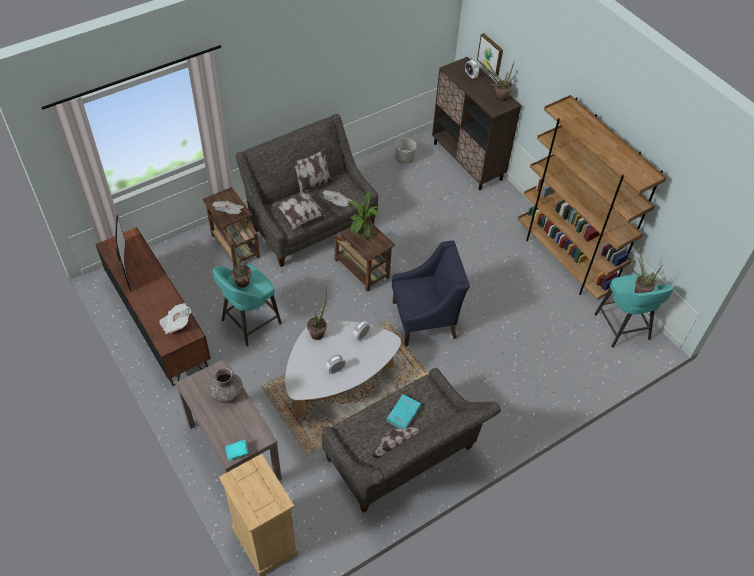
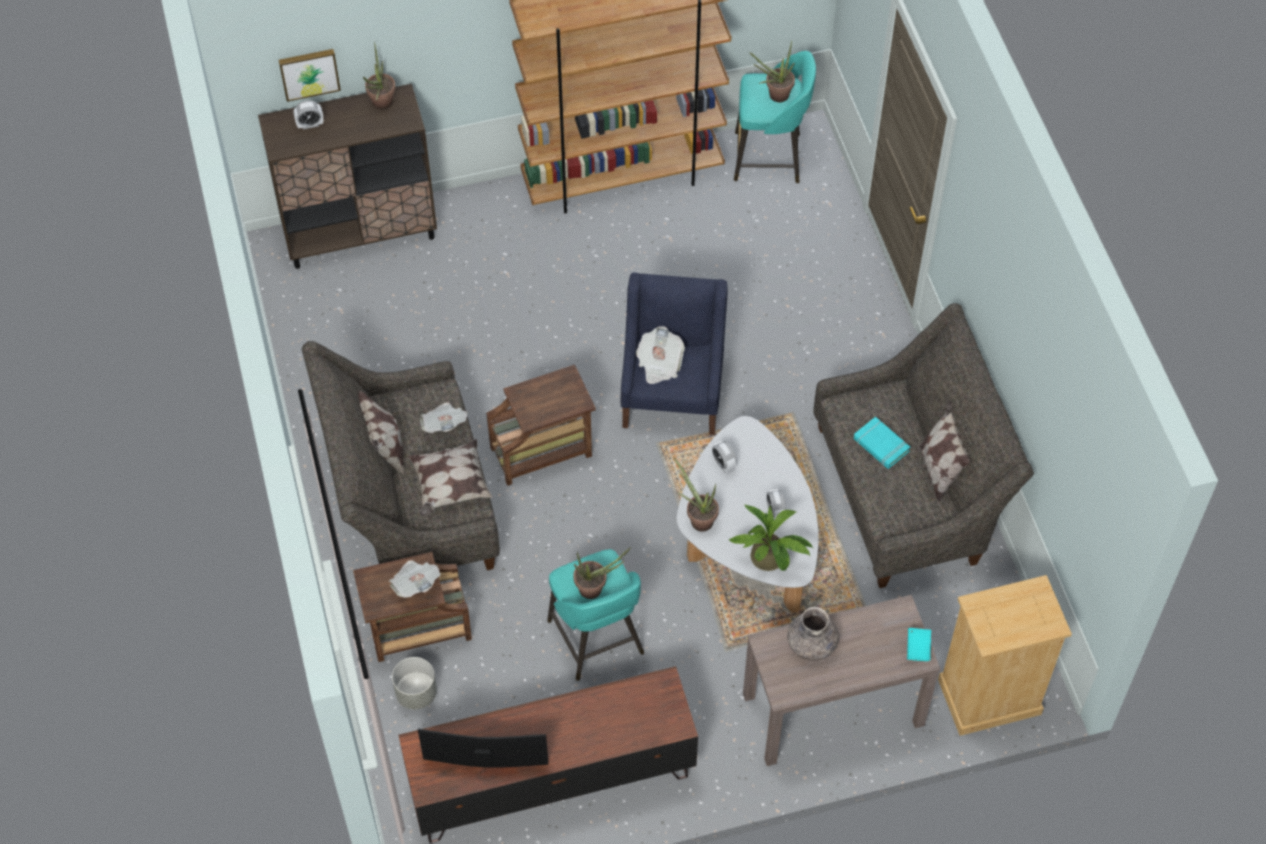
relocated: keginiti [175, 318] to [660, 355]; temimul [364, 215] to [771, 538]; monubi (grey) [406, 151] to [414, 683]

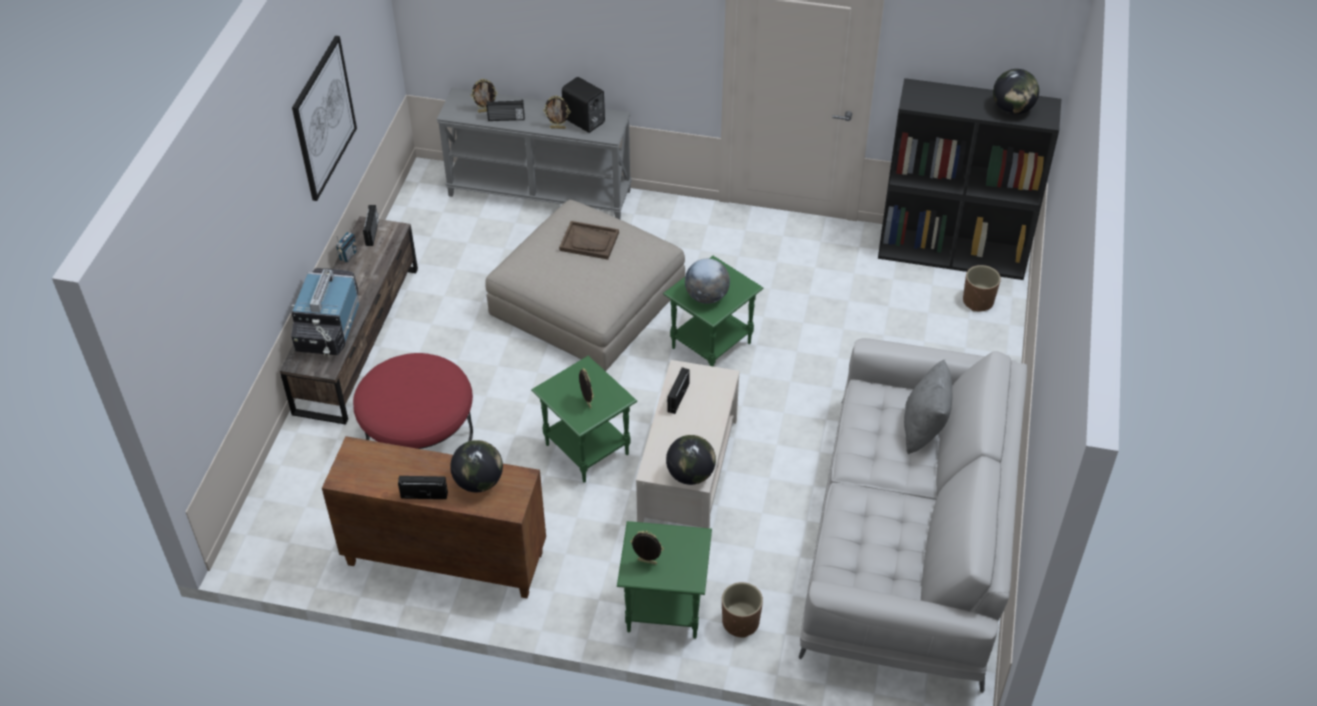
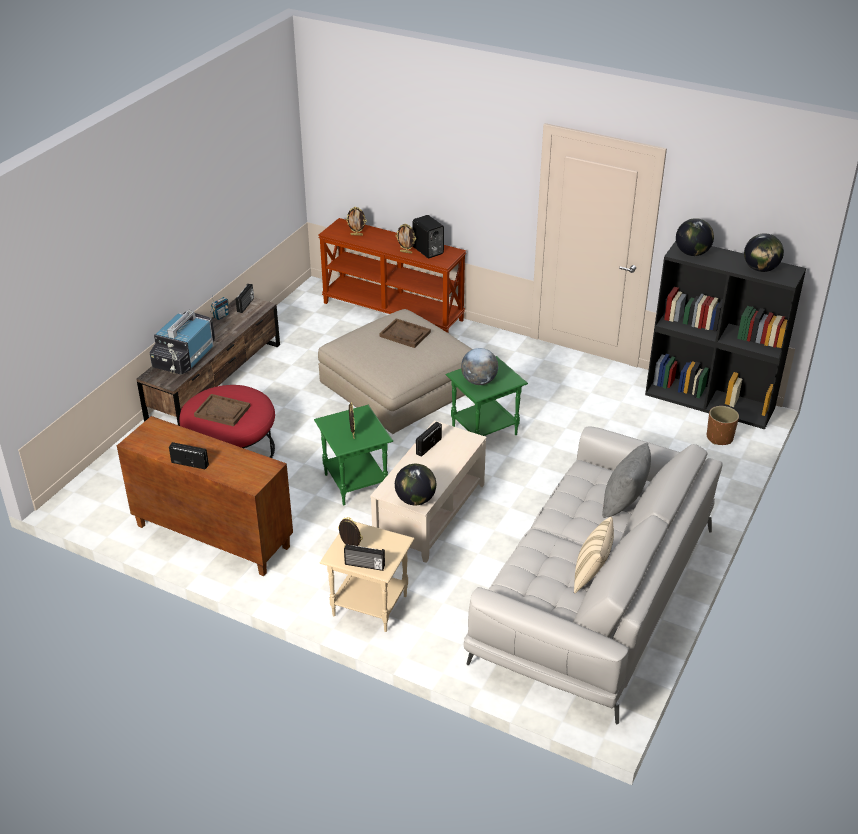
missing: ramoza [324, 118]; monubi (brown) [742, 610]
appeared: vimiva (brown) [222, 410]; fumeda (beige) [594, 555]
relocated: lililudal [476, 466] to [695, 237]; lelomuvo [505, 110] to [364, 557]
colour: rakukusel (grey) [534, 153] to rakukusel (brown) [392, 275]; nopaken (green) [664, 580] to nopaken (beige) [367, 576]

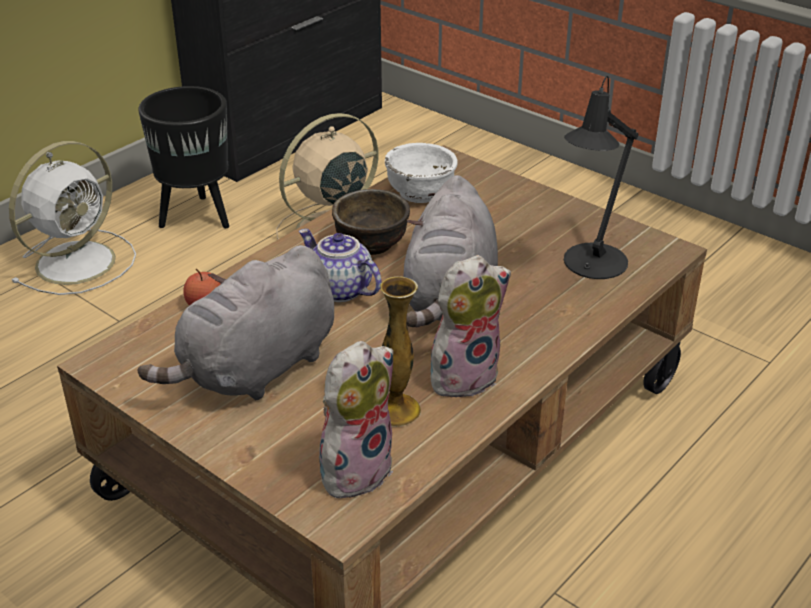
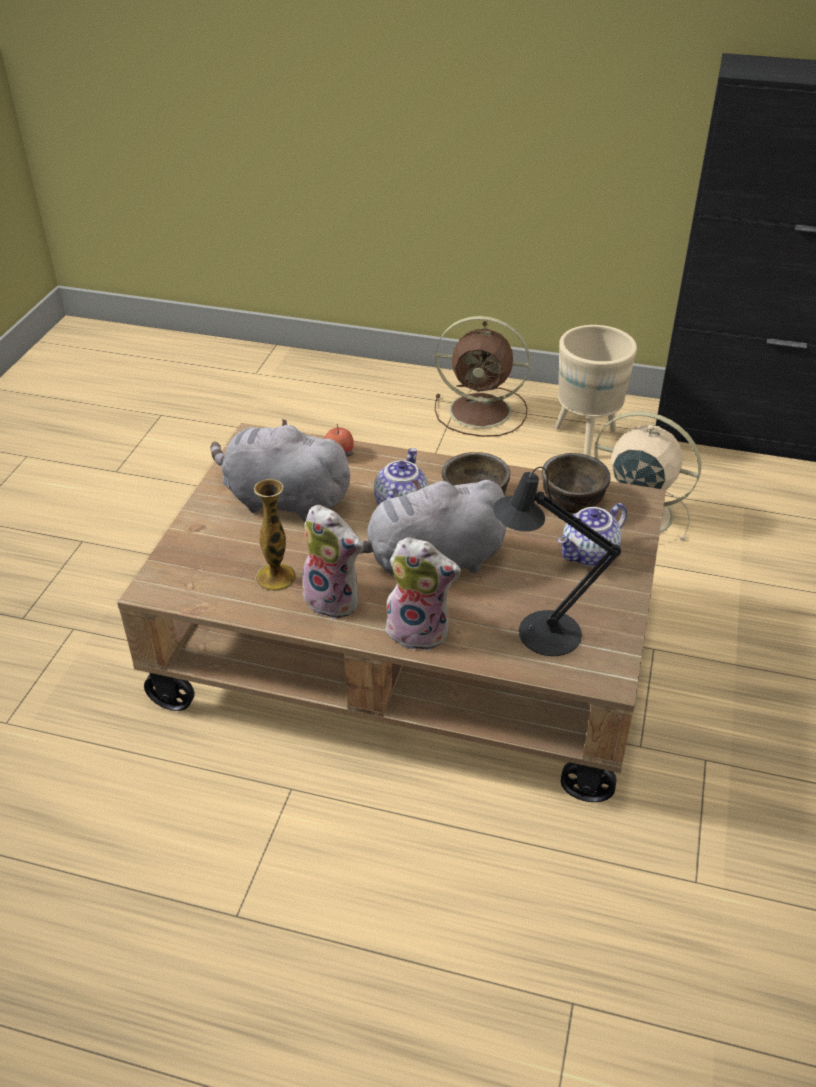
appeared: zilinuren [592, 534]
relocated: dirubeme [356, 419] to [423, 594]
colour: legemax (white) [72, 218] to legemax (brown) [482, 376]; monubi (black) [183, 157] to monubi (beige) [596, 390]; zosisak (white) [421, 173] to zosisak (brown) [576, 483]

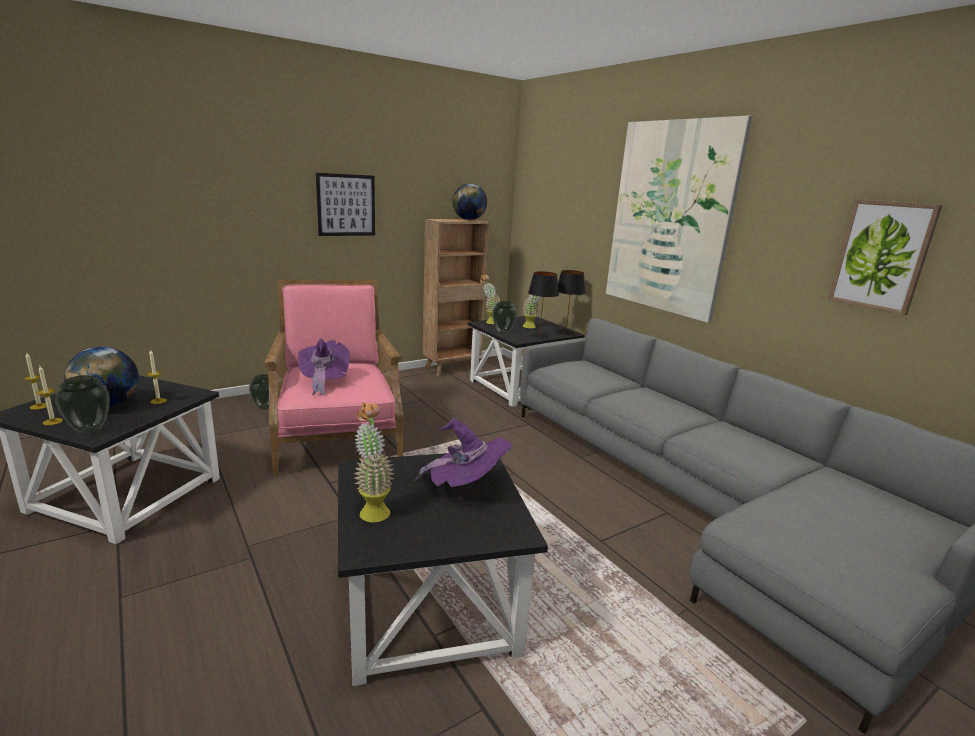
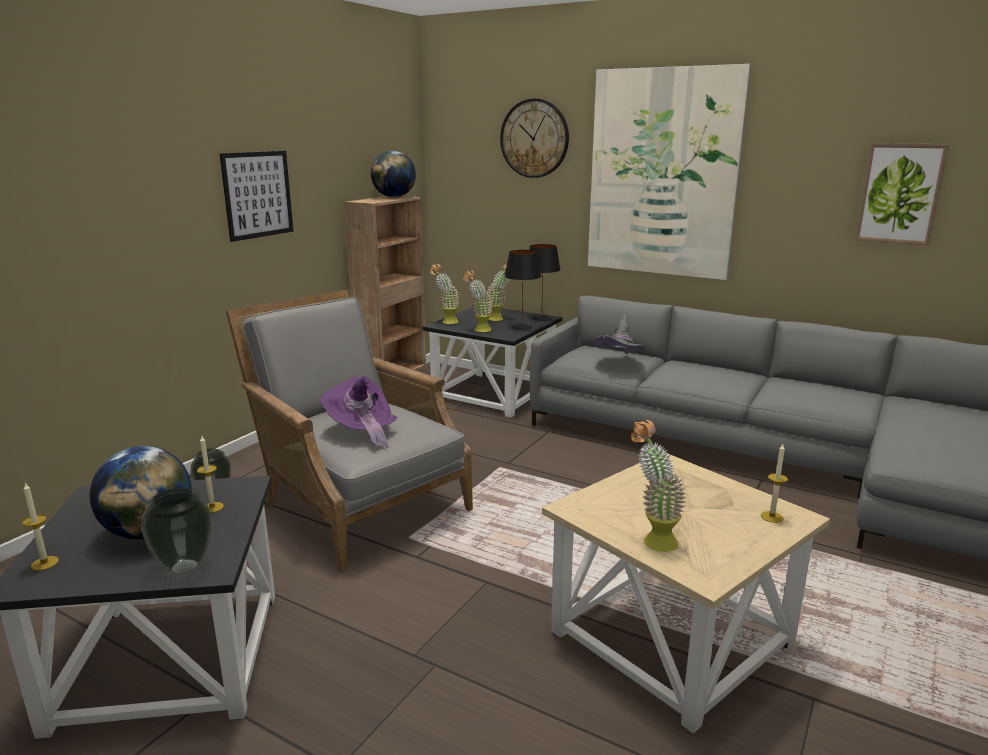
missing: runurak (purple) [463, 453]
appeared: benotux [534, 138]; runurak (grey) [619, 334]
relocated: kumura [50, 395] to [774, 483]
exchanged: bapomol [504, 317] to temimul [478, 301]
colour: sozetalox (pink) [333, 378] to sozetalox (grey) [349, 431]; nopaken (black) [443, 569] to nopaken (beige) [686, 593]

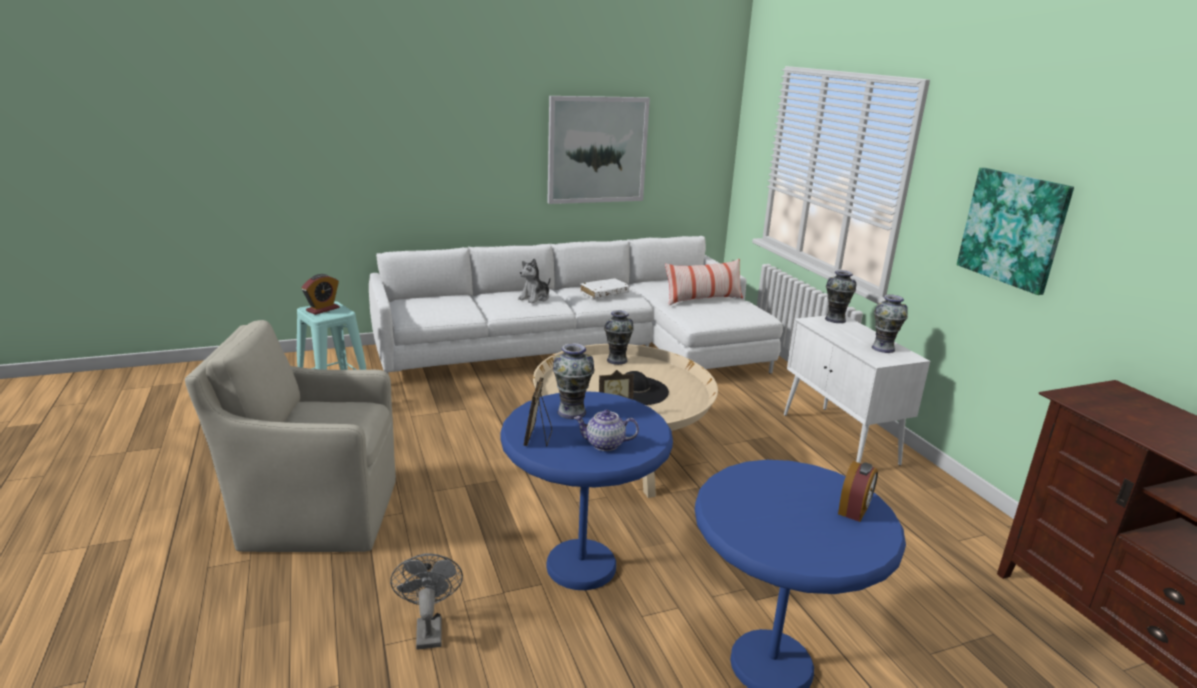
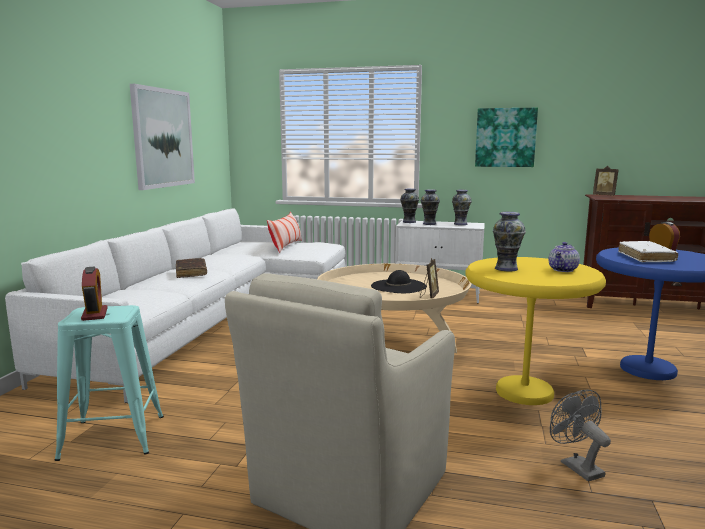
relocated: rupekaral [538, 412] to [606, 181]; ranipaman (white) [605, 288] to [648, 252]; bapomol [619, 337] to [430, 207]
exchanged: dirubeme [534, 281] to ranipaman (brown) [191, 268]
colour: nopaken (blue) [586, 490] to nopaken (yellow) [535, 331]
spun: legemax (grey) [426, 601] = [580, 435] 45 degrees clockwise

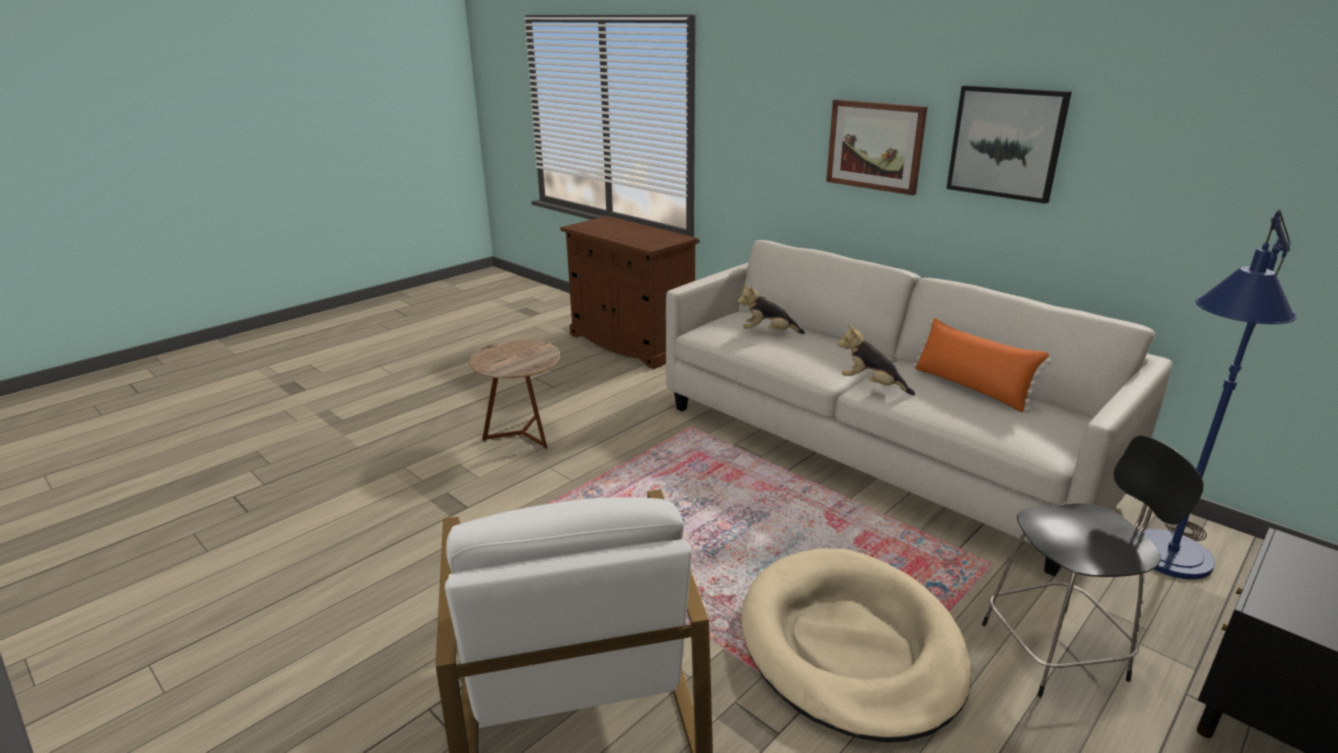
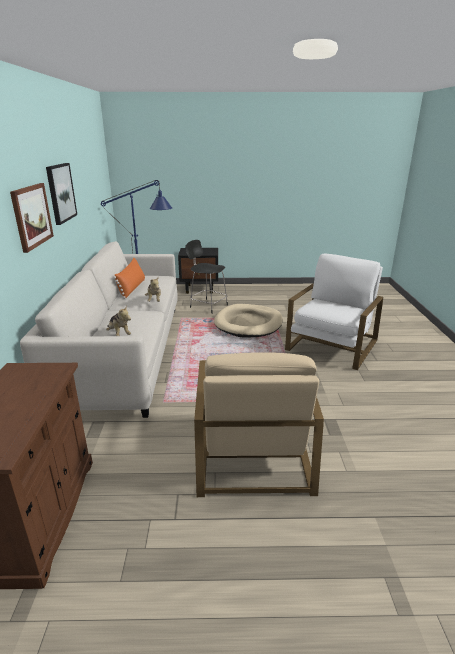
exchanged: nopaken (brown) [514, 394] to sozetalox (beige) [259, 424]

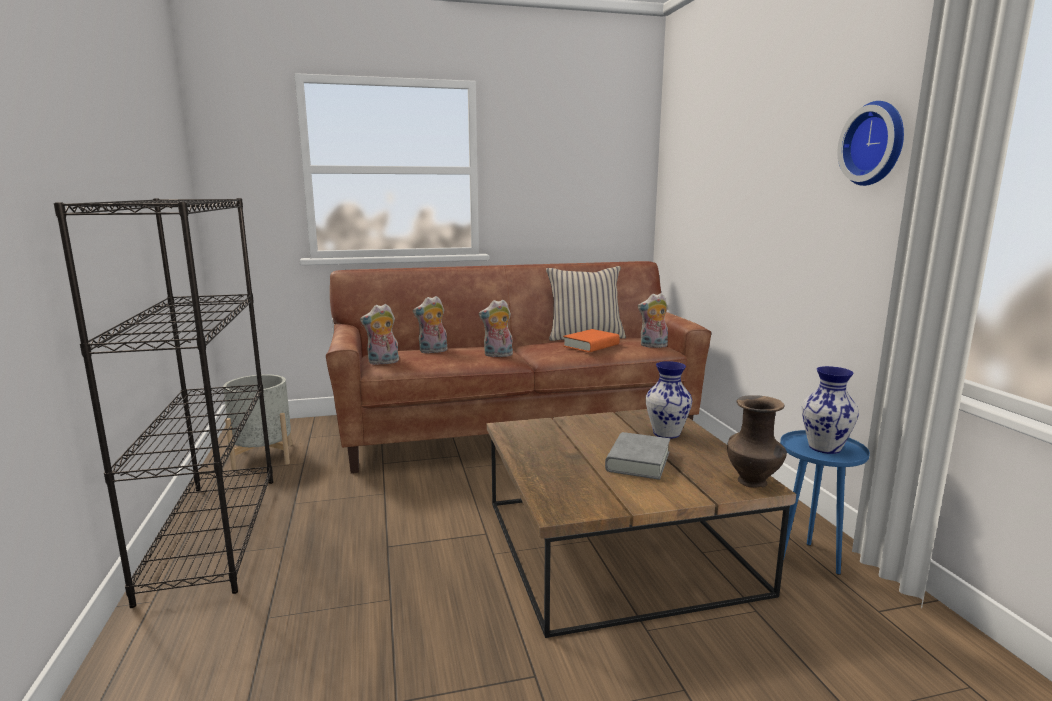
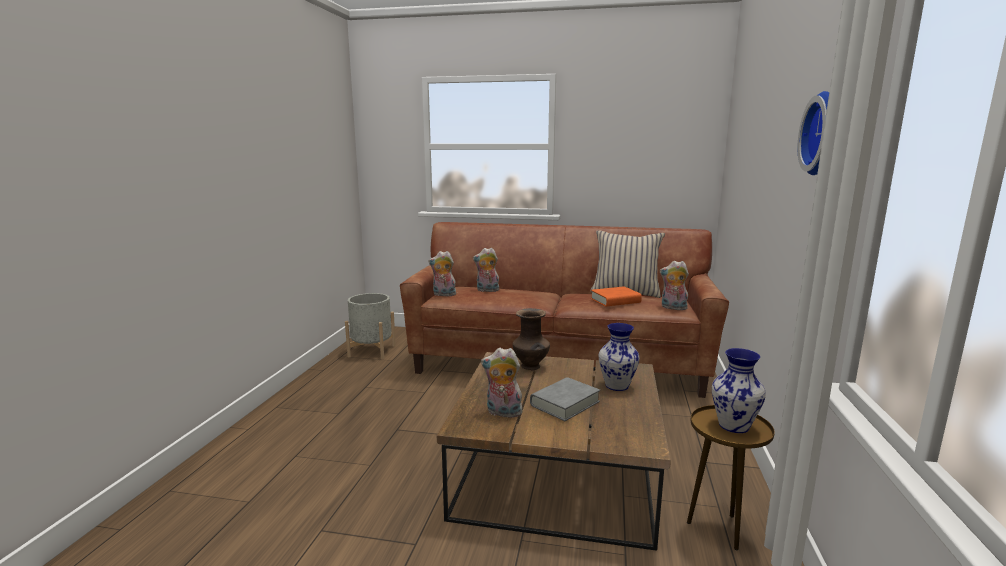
missing: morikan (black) [163, 403]
relocated: dirubeme [496, 328] to [502, 383]; bapomol (brown) [757, 441] to [531, 339]
colour: nopaken (blue) [825, 502] to nopaken (brown) [731, 477]

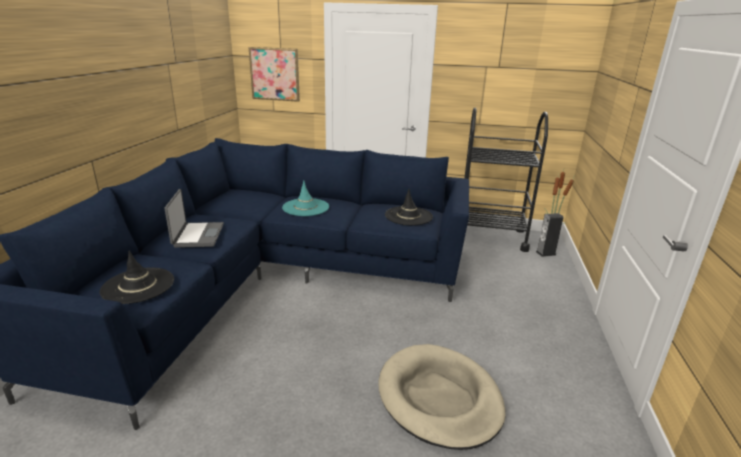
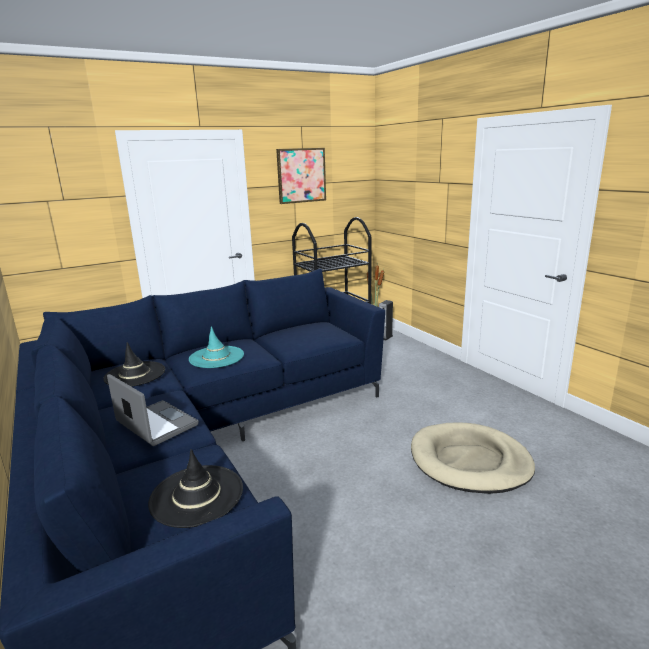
relocated: ramoza [274, 74] to [301, 176]; runurak (black) [409, 207] to [134, 364]

